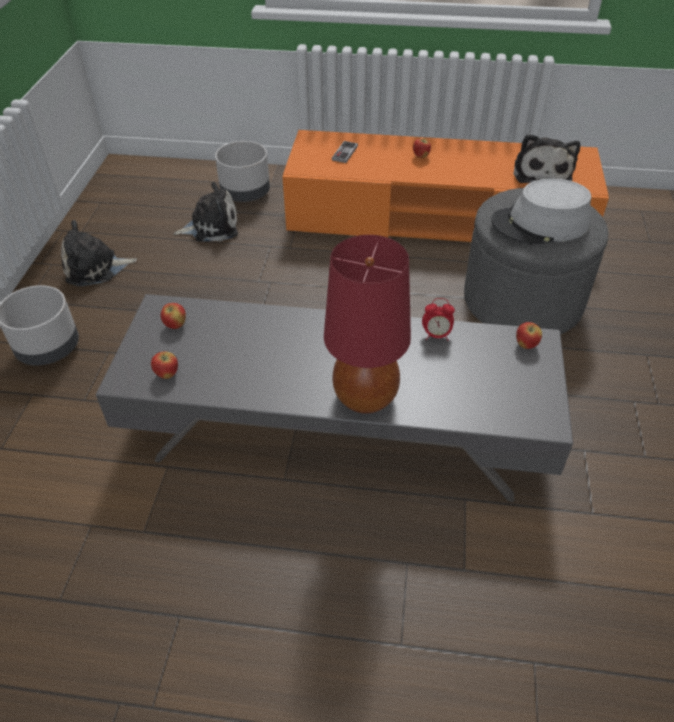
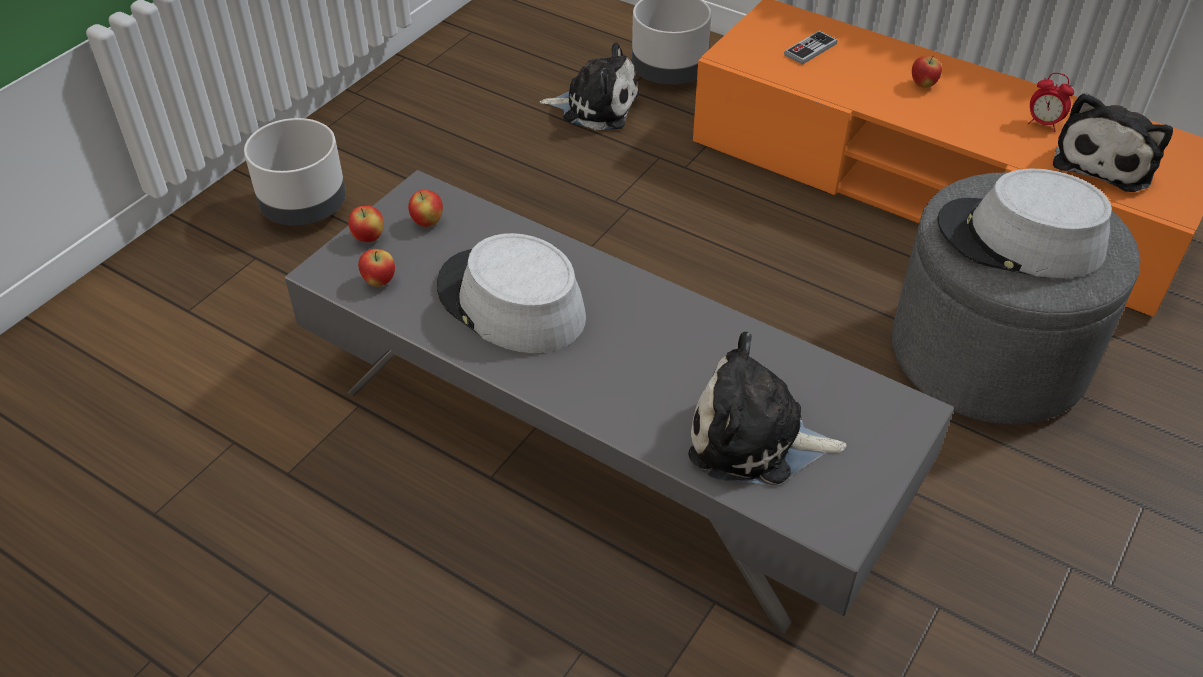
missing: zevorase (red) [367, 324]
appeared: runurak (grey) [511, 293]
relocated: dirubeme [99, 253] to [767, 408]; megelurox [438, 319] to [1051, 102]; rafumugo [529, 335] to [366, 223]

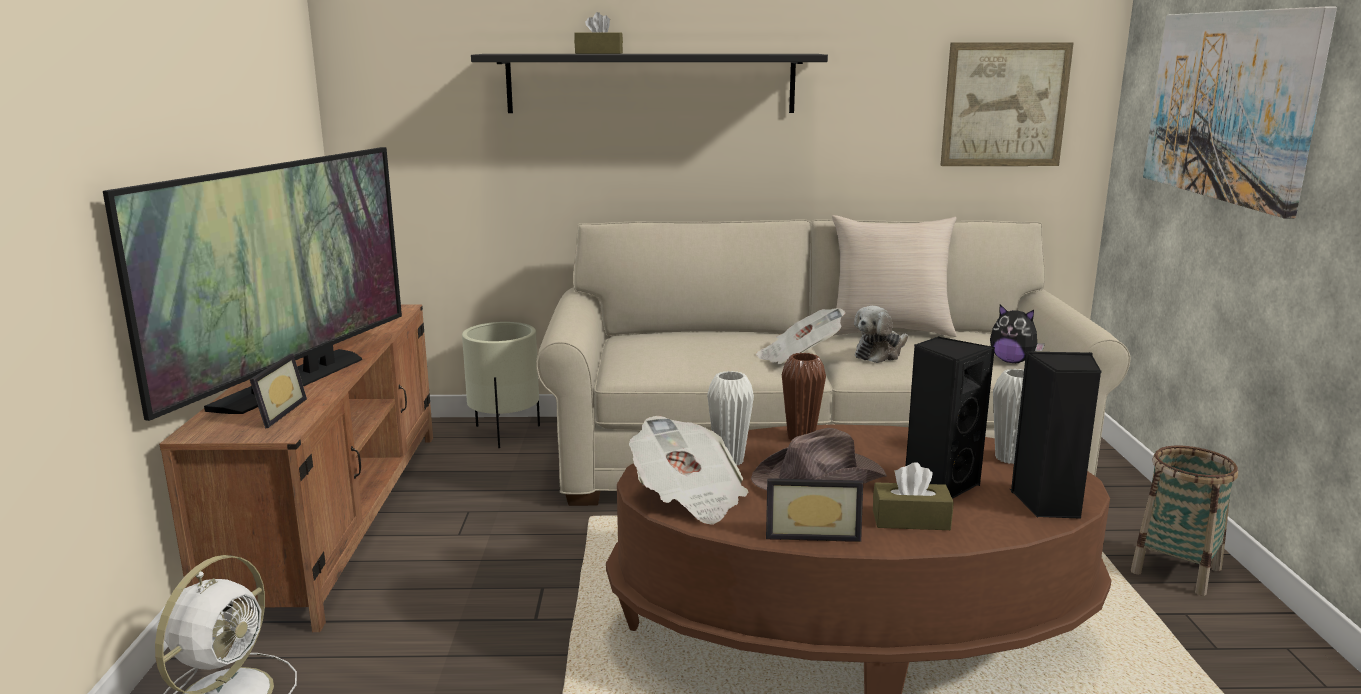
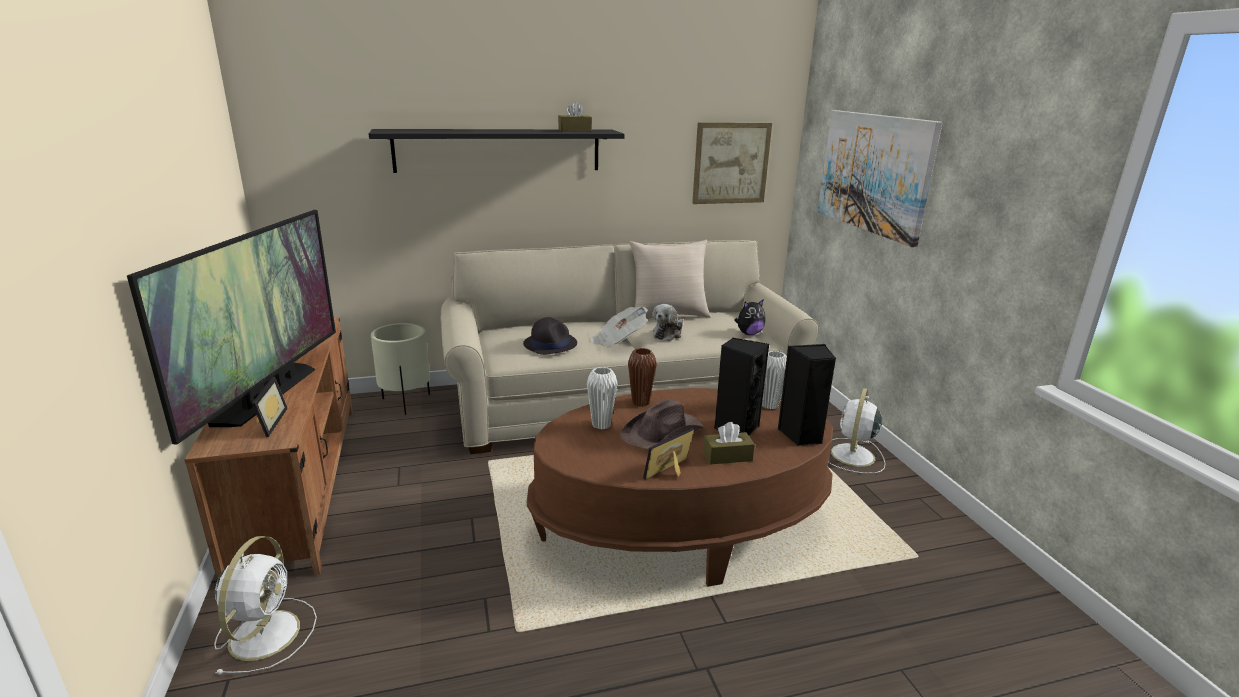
missing: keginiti [688, 470]
appeared: runurak (black) [550, 336]
relocated: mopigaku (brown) [598, 33] to [575, 116]
exchanged: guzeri [1184, 521] to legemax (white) [857, 431]
spun: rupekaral [814, 510] = [668, 454] 150 degrees clockwise; dirubeme [1017, 334] = [750, 317] 45 degrees counterclockwise

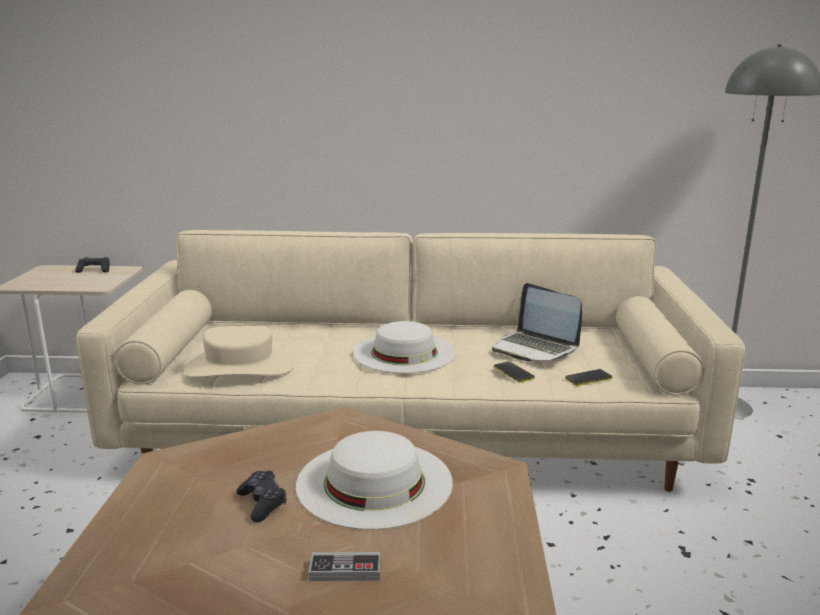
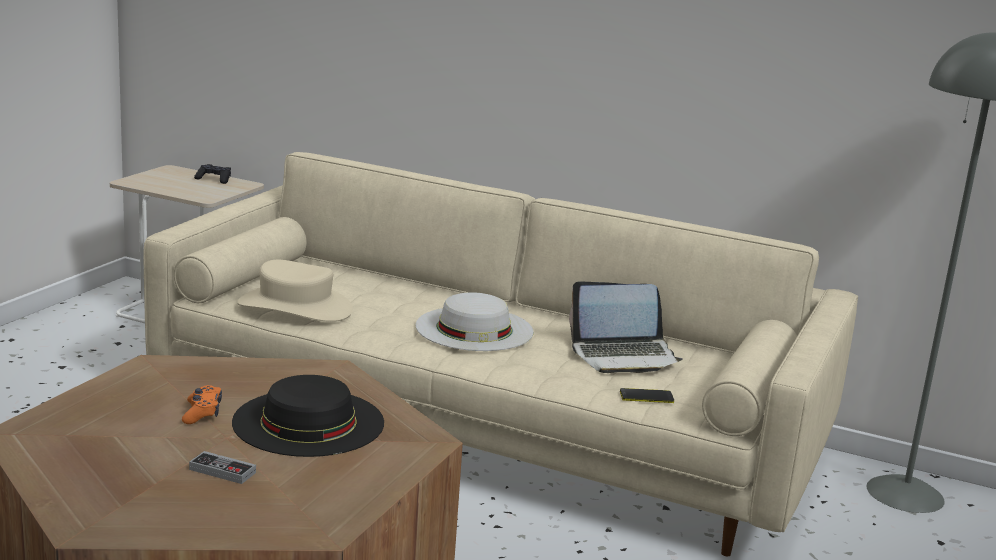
missing: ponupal [514, 372]
colour: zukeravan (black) [261, 496] to zukeravan (orange) [202, 404]; runurak (white) [374, 480] to runurak (black) [308, 416]
spun: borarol [537, 322] = [626, 327] 75 degrees counterclockwise

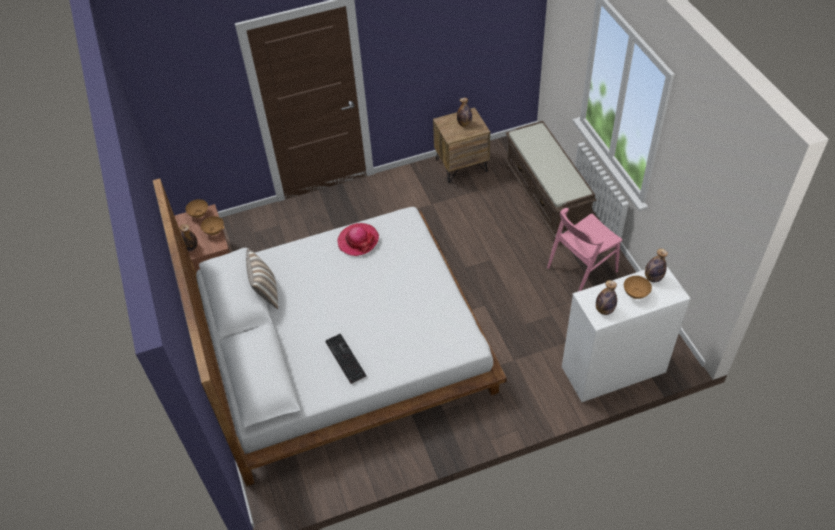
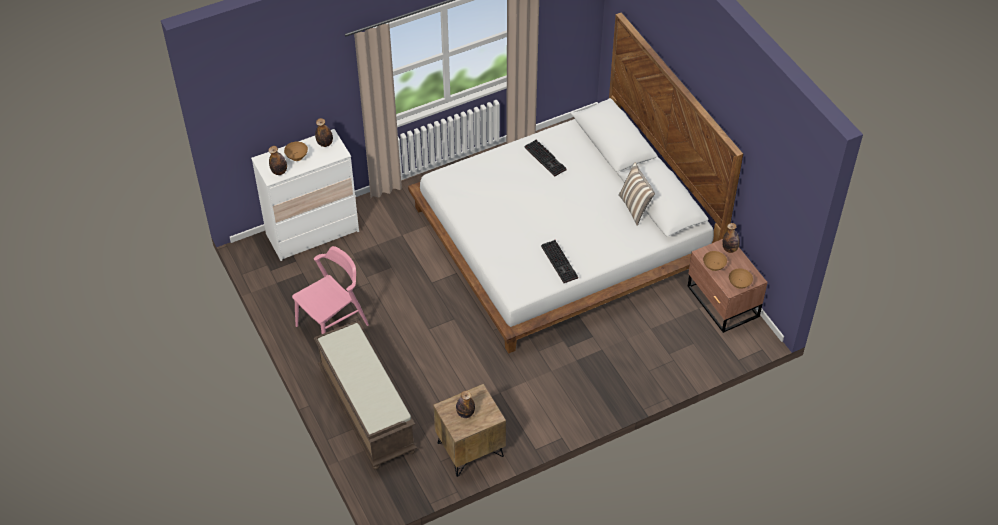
exchanged: runurak [358, 239] to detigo [559, 261]

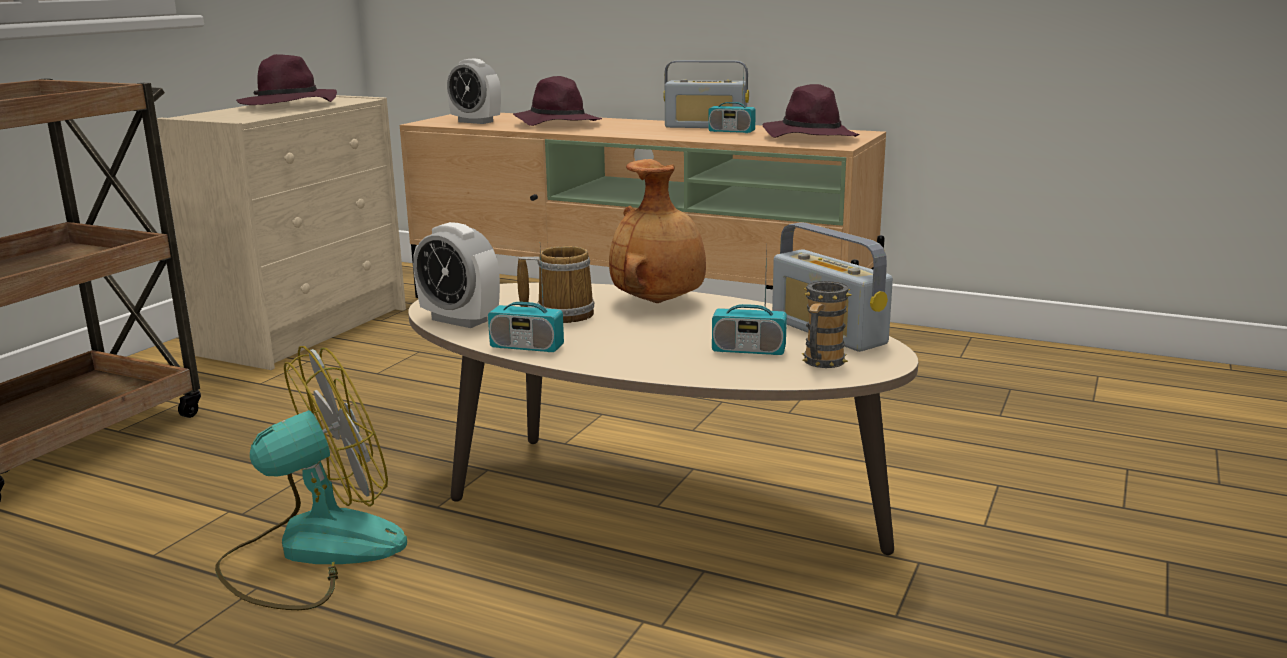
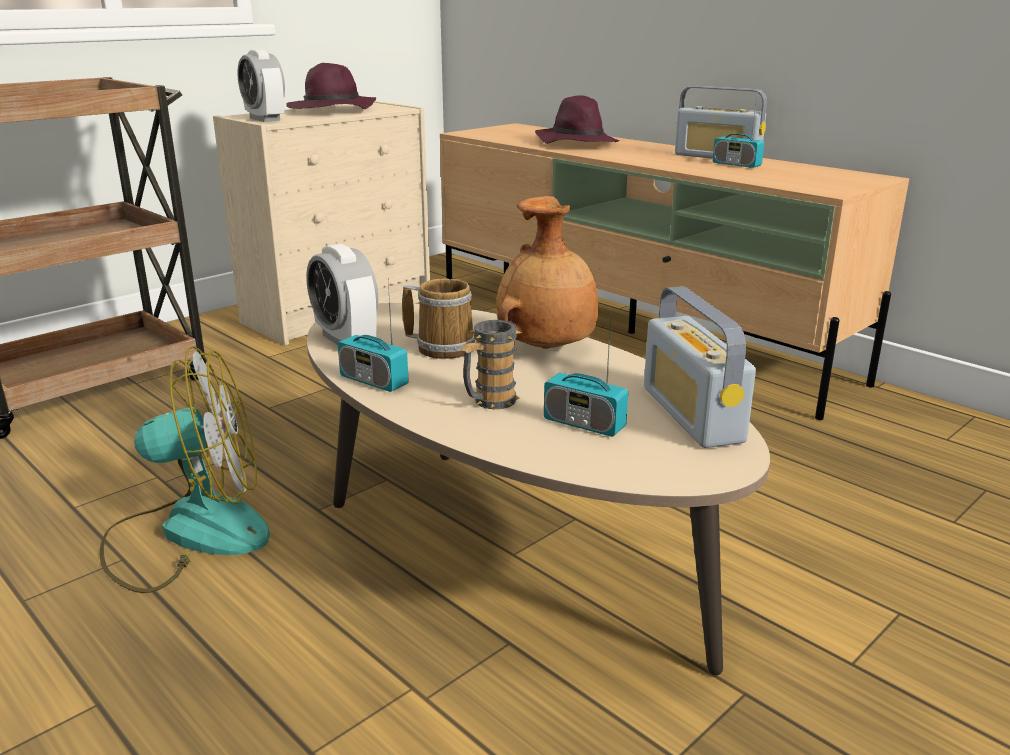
missing: runurak (purple) [811, 111]
relocated: megelurox [474, 91] to [261, 86]; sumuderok [826, 324] to [490, 364]

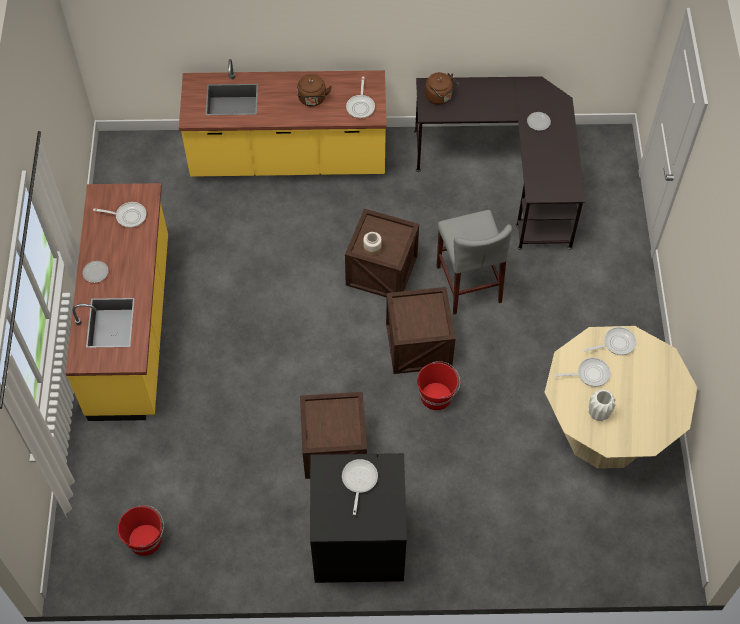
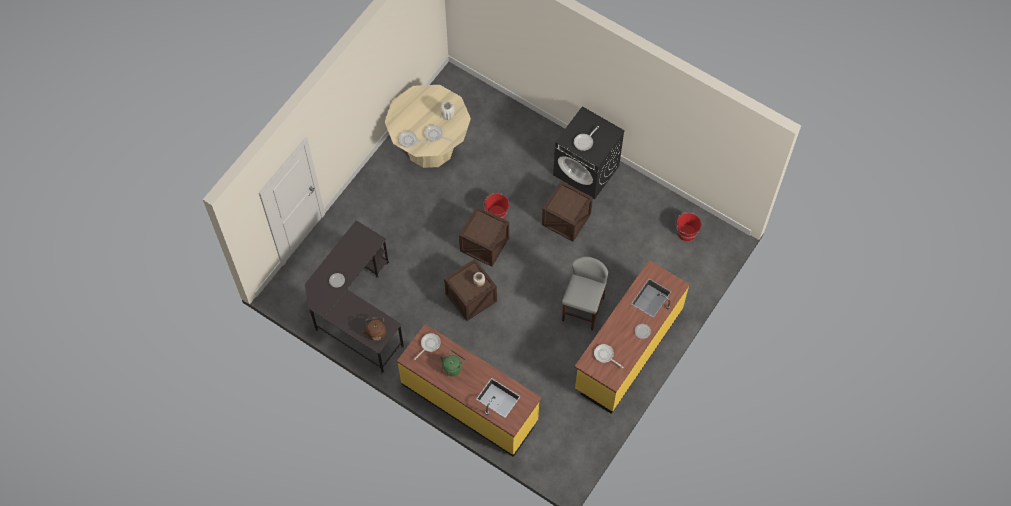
relocated: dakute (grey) [474, 262] to [585, 294]
colour: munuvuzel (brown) [314, 90] to munuvuzel (green) [452, 363]

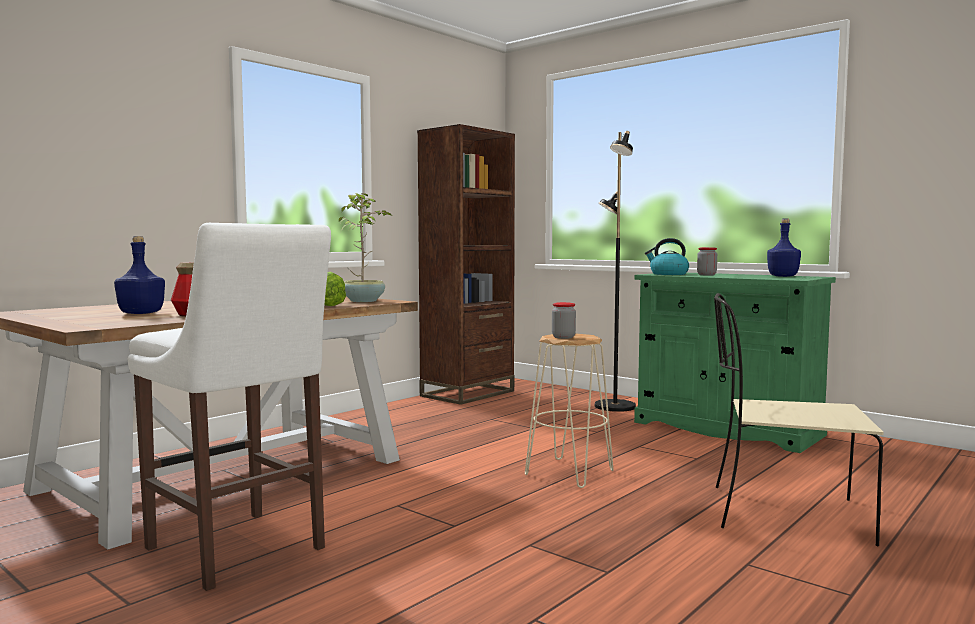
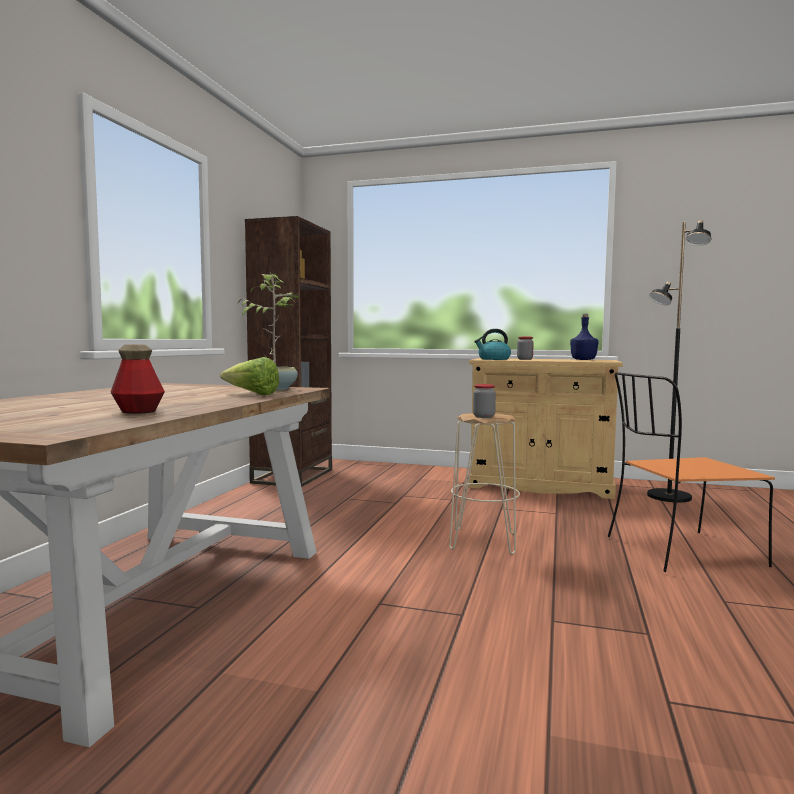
missing: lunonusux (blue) [139, 275]; dakute (white) [229, 407]
relocated: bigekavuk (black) [615, 271] to [679, 361]
colour: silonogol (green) [735, 363] to silonogol (beige) [545, 428]; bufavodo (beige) [798, 419] to bufavodo (orange) [691, 472]

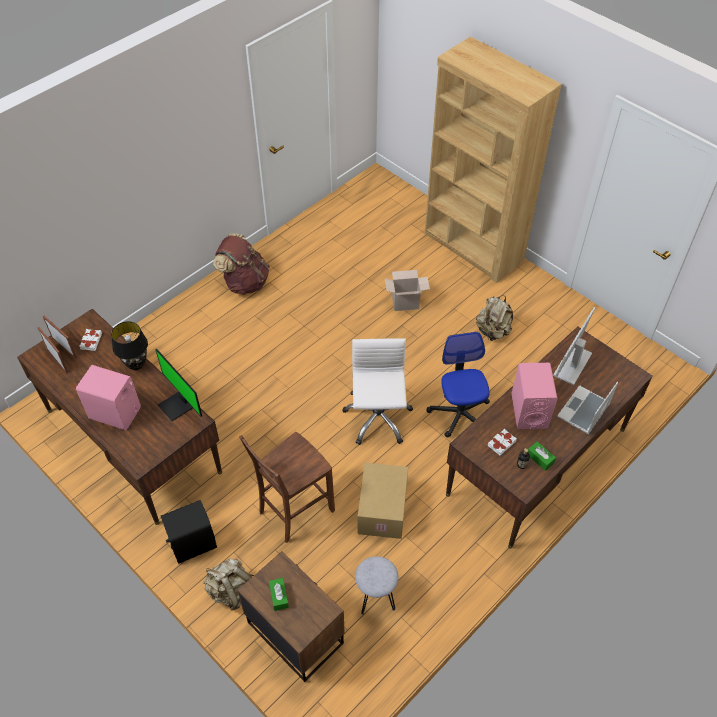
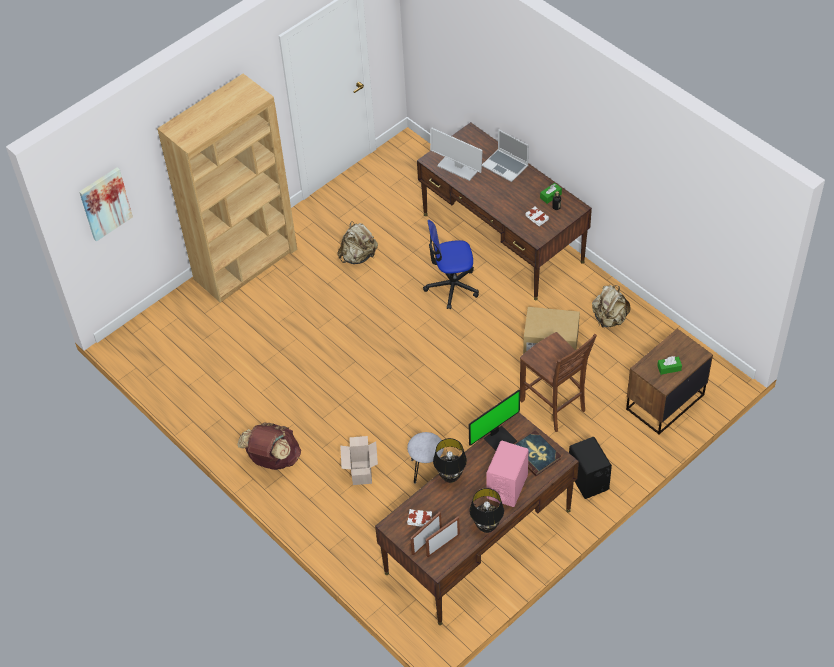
missing: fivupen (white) [377, 391]; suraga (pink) [534, 396]
appeared: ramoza [106, 204]; zevorase (black) [487, 510]; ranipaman [538, 453]
relocated: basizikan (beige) [228, 584] to [611, 306]; dakute (grey) [377, 585] to [425, 458]; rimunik [407, 290] to [359, 460]

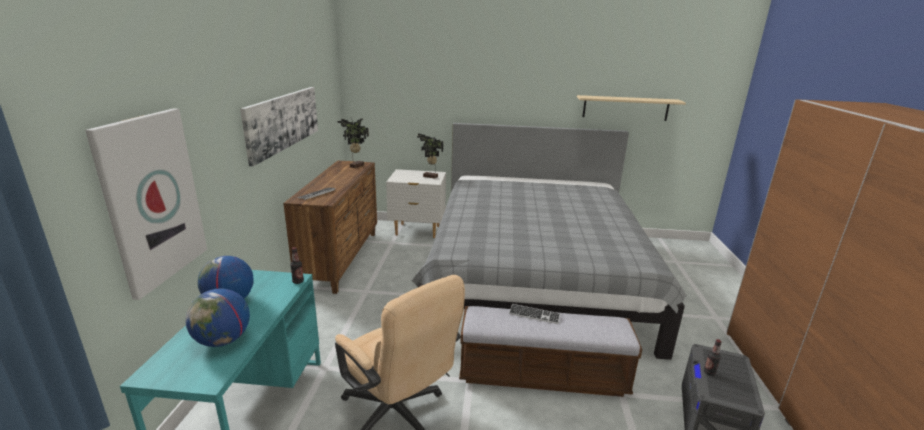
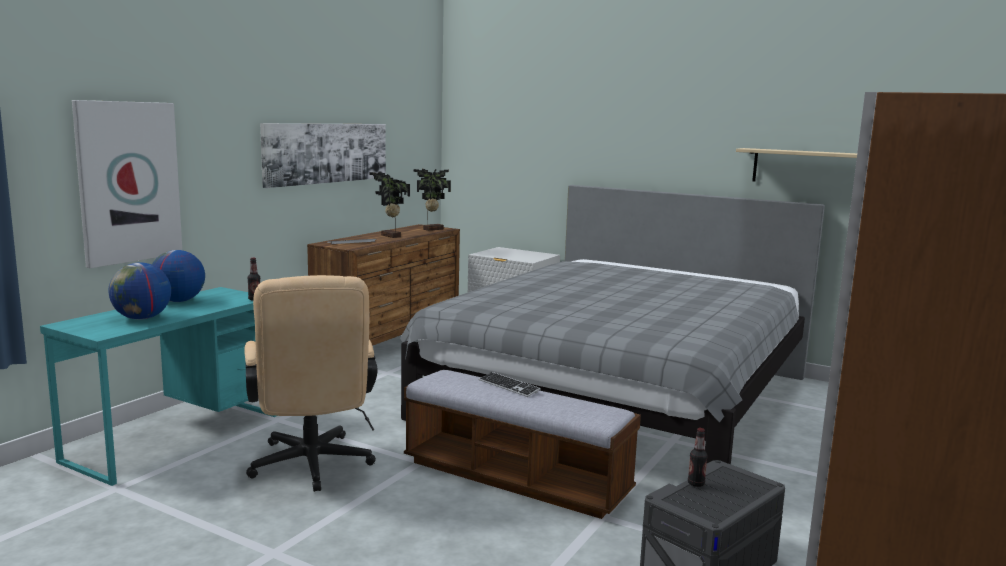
relocated: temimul [430, 156] to [390, 204]

